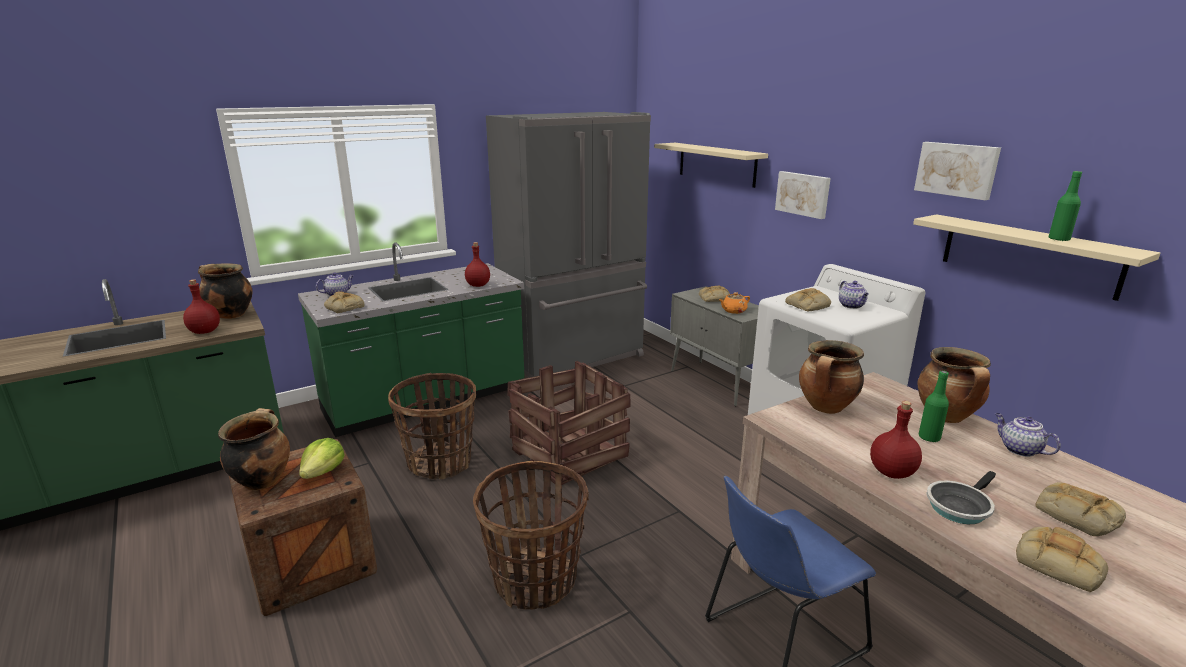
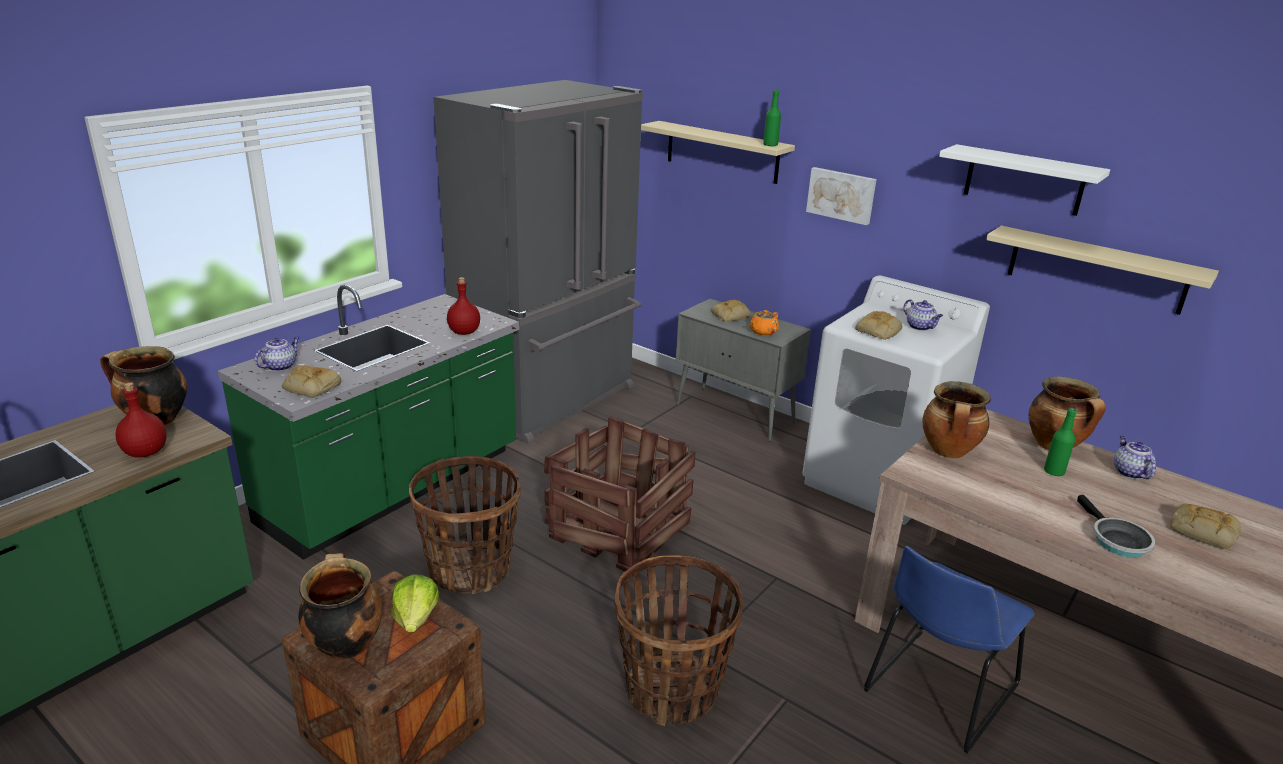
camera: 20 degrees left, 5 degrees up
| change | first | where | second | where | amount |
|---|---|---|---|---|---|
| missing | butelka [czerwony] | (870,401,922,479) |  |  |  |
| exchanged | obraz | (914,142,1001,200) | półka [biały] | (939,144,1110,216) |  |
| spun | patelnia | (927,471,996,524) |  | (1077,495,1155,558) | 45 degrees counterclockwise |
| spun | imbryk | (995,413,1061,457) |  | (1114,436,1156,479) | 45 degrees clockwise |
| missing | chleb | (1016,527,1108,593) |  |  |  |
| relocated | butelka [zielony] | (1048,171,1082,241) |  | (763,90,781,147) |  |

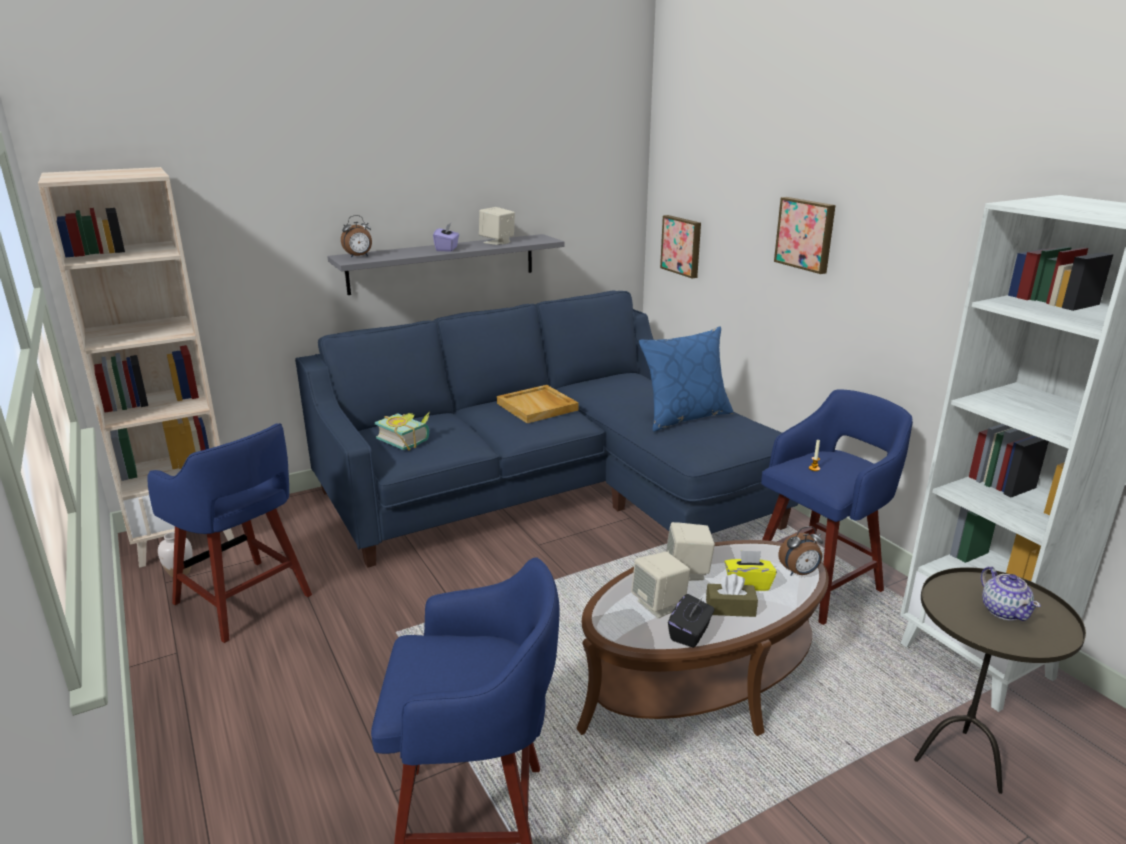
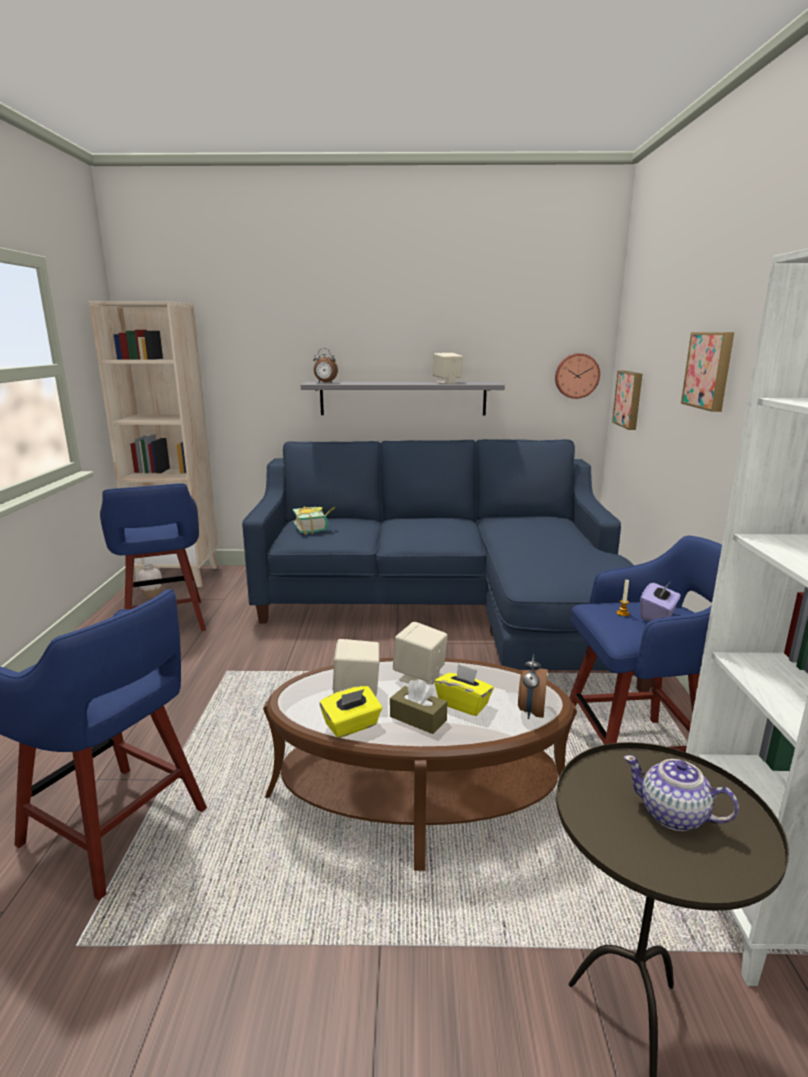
camera: 30 degrees right, 5 degrees down
| change | first | where | second | where | amount |
|---|---|---|---|---|---|
| relocated | pudełko chusteczek [fioletowy] | (433,223,459,251) |  | (640,580,681,621) |  |
| missing | taca [beżowy] | (497,385,579,423) |  |  |  |
| missing | poduszka [niebieski] | (639,326,734,432) |  |  |  |
| colour | pudełko chusteczek [czarny] | (668,594,715,648) | pudełko chusteczek [żółty] | (320,686,382,738) |  |
| spun | budzik | (779,526,823,576) |  | (518,653,548,719) | 90 degrees clockwise |
| spun | imbryk | (981,566,1041,621) |  | (624,755,739,831) | 105 degrees clockwise |
| appeared |  |  | zegar ścienny | (555,353,600,399) |  |

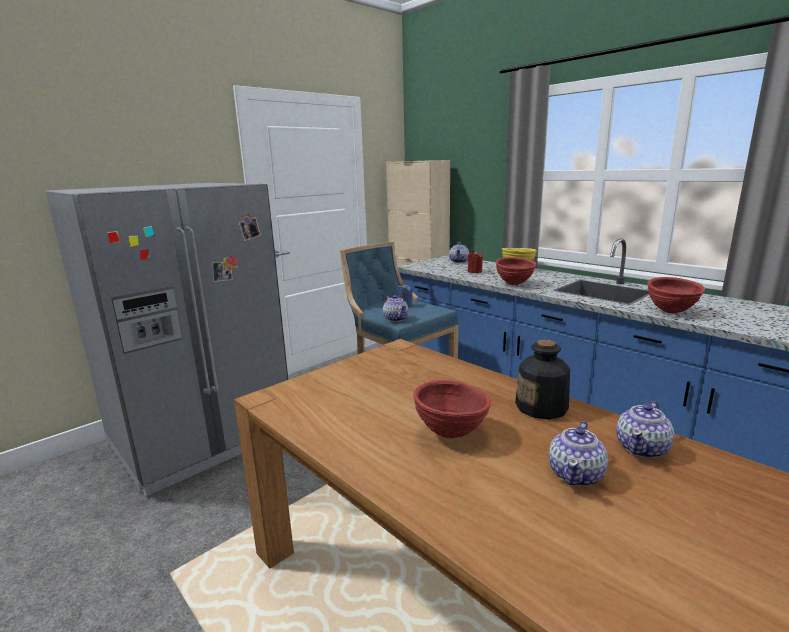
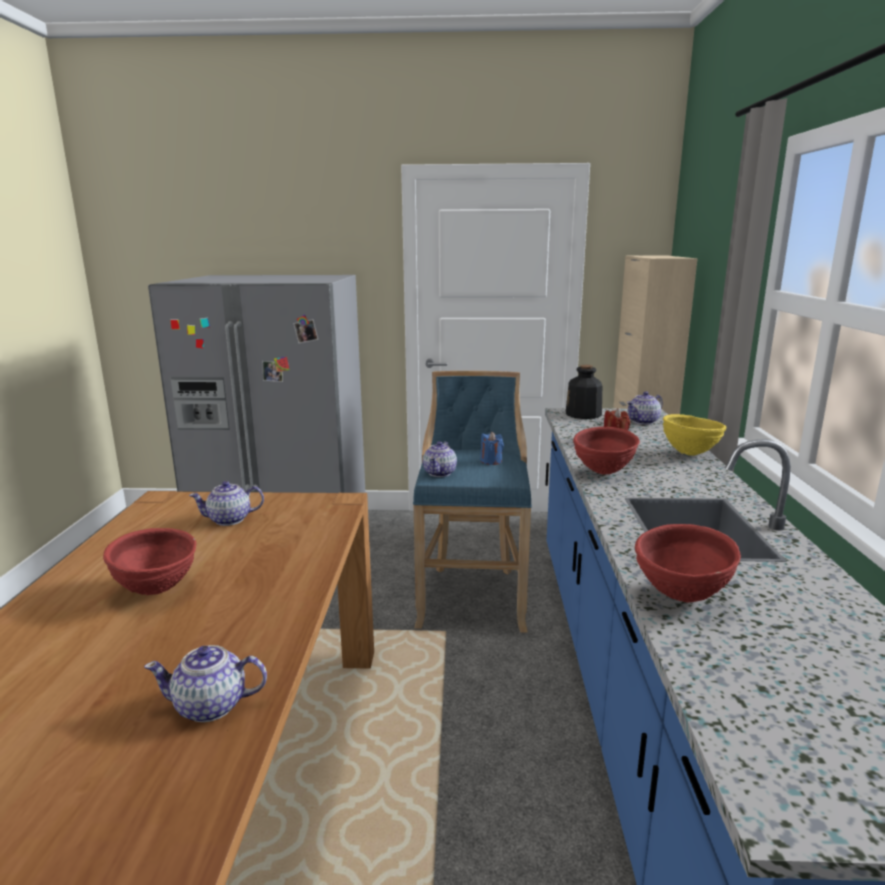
camera: 45 degrees right, 0 degrees up
| change | first | where | second | where | amount |
|---|---|---|---|---|---|
| relocated | butelka | (515,340,570,419) |  | (566,365,602,419) |  |
| relocated | imbryk | (549,421,608,486) |  | (189,481,264,526) |  |

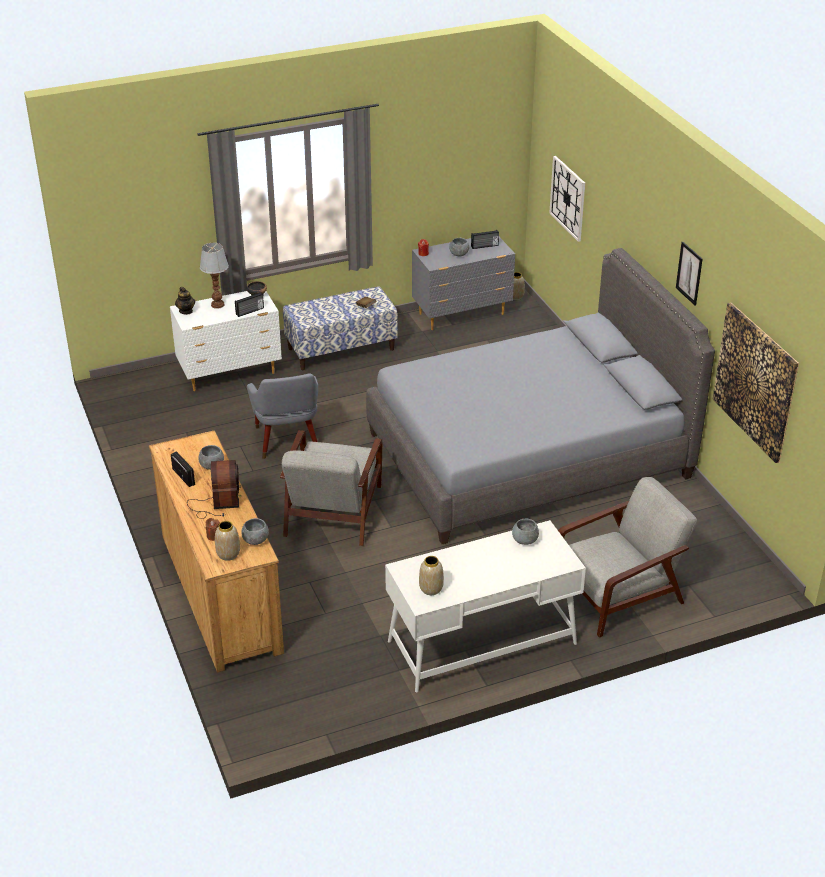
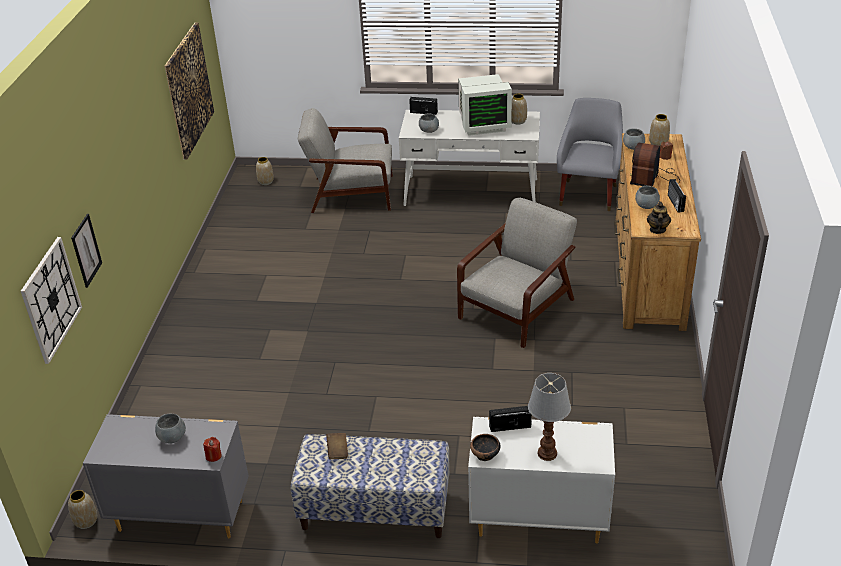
camera: 150 degrees left, 0 degrees up
| change | first | where | second | where | amount |
|---|---|---|---|---|---|
| relocated | imbryk | (175,287,195,315) |  | (647,201,671,234) |  |
| relocated | fotel [szary] | (247,373,318,459) |  | (557,98,623,211) |  |
| missing | łóżko [szary] | (366,248,715,544) |  |  |  |
| relocated | radio | (471,230,499,249) |  | (409,97,438,115) |  |
| relocated | obraz | (676,242,703,306) |  | (71,214,102,288) |  |
| appeared |  |  | wazon | (256,157,274,185) |  |
| appeared |  |  | monitor | (458,74,512,136) |  |

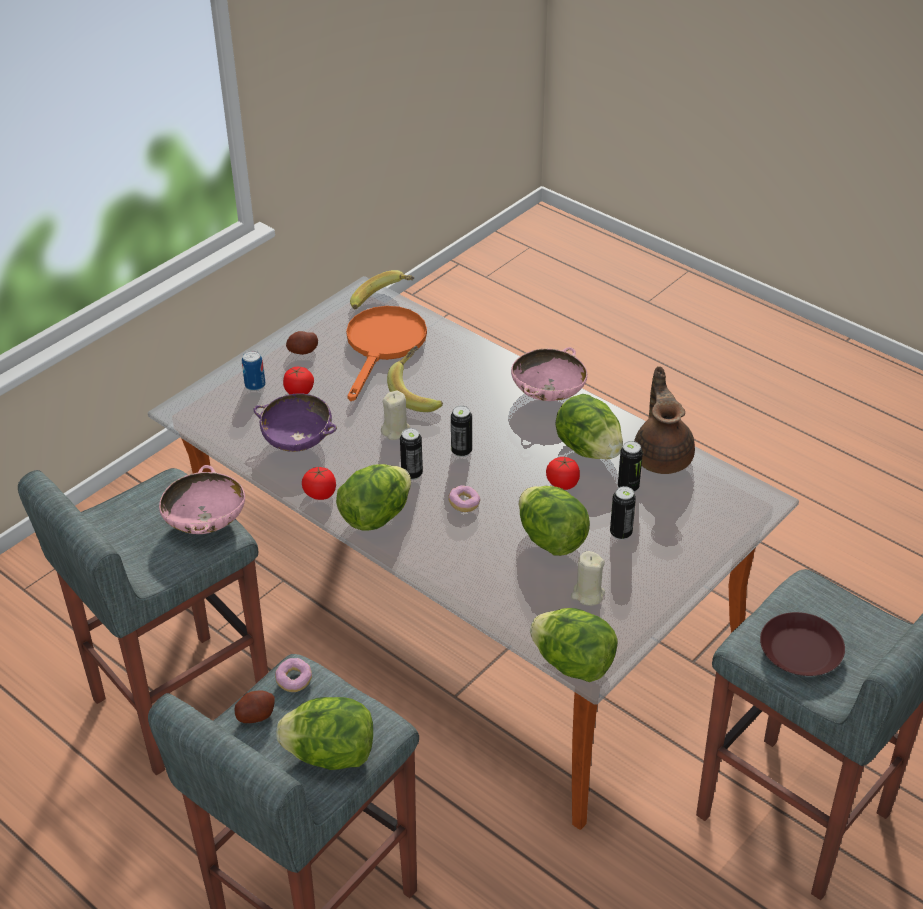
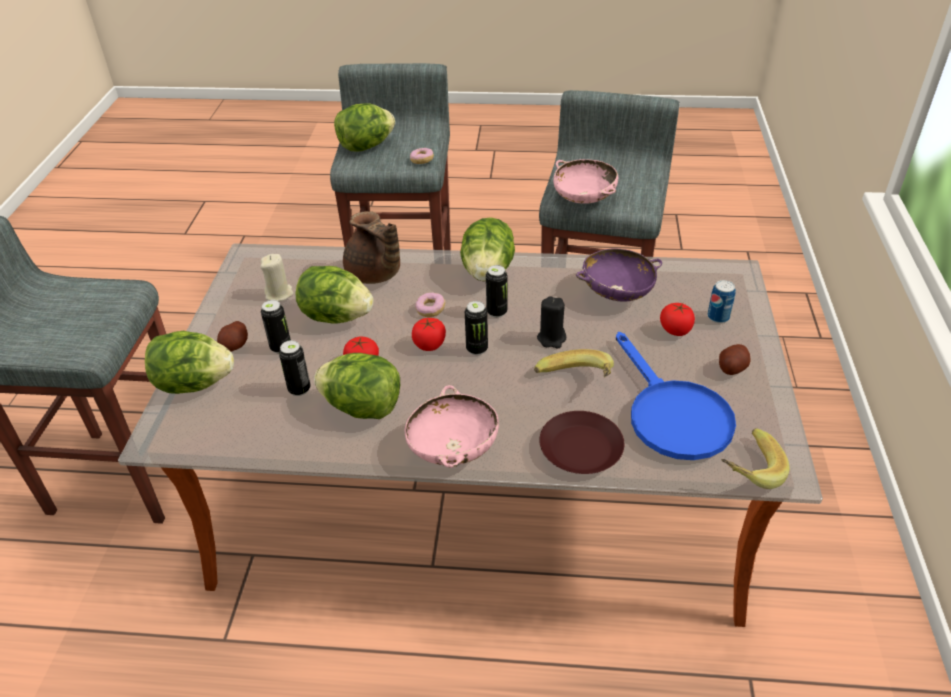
camera: 145 degrees right, 0 degrees up
| change | first | where | second | where | amount |
|---|---|---|---|---|---|
| relocated | ziemniak | (235,690,275,723) |  | (217,321,248,351) |  |
| relocated | pomidor | (302,467,336,500) |  | (412,318,446,351) |  |
| colour | patelnia [pomarańczowy] | (346,306,427,401) | patelnia [niebieski] | (616,332,736,460) |  |
| colour | świeca [beżowy] | (381,391,410,440) | świeca [czarny] | (537,297,566,348) |  |
| relocated | sałata | (530,608,618,682) |  | (145,331,234,394) |  |
| relocated | imbryk [brązowy] | (634,366,695,474) |  | (343,211,400,284) |  |
| relocated | talerz [brązowy] | (760,612,845,676) |  | (539,411,624,474) |  |

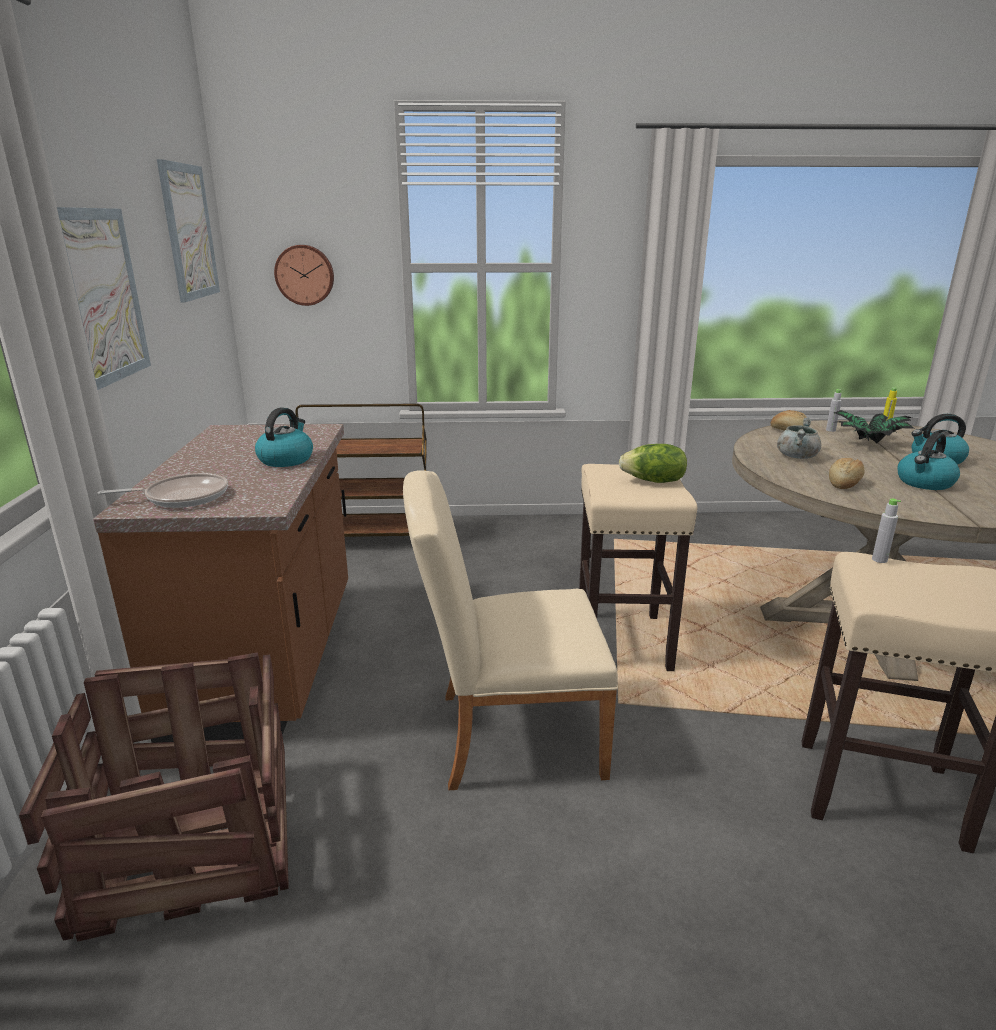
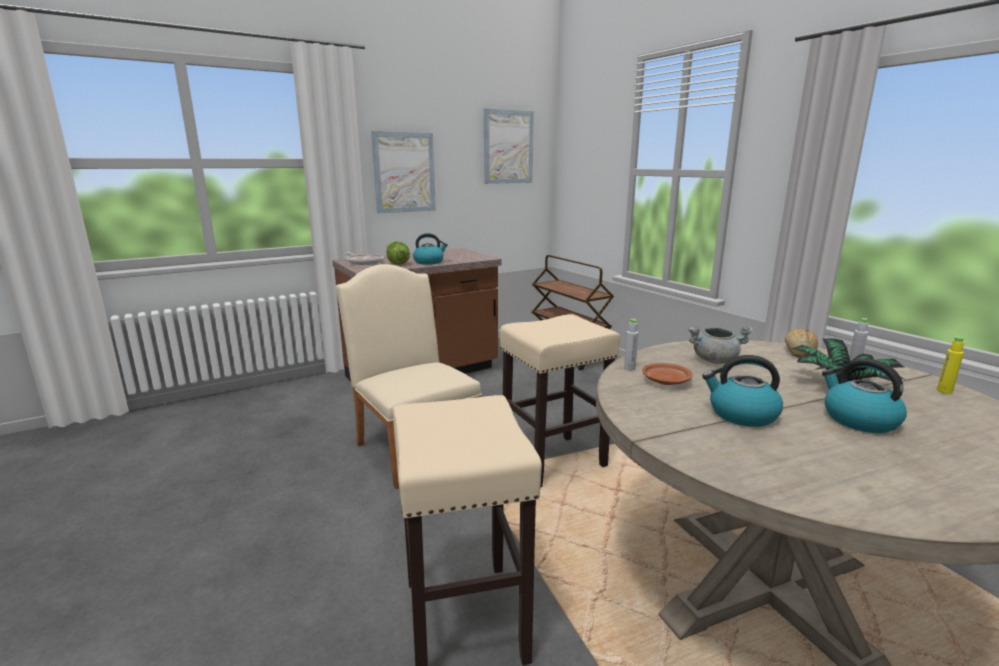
camera: 60 degrees right, 5 degrees down
| change | first | where | second | where | amount |
|---|---|---|---|---|---|
| missing | skrzynka | (19,652,289,942) |  |  |  |
| missing | zegar ścienny | (274,245,334,306) |  |  |  |
| relocated | sałata | (619,444,687,483) |  | (387,241,410,265) |  |
| exchanged | chleb | (829,458,865,489) | talerz [brązowy] | (642,363,693,385) |  |
| relocated | butelka [szary] | (872,499,901,563) |  | (624,319,638,370) |  |

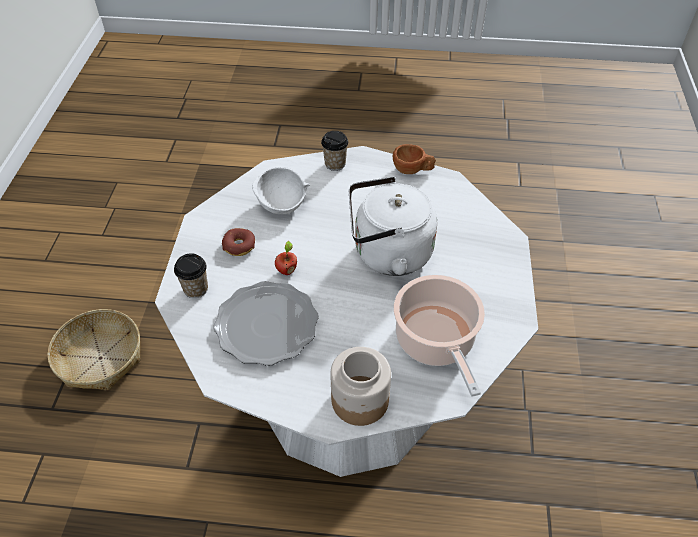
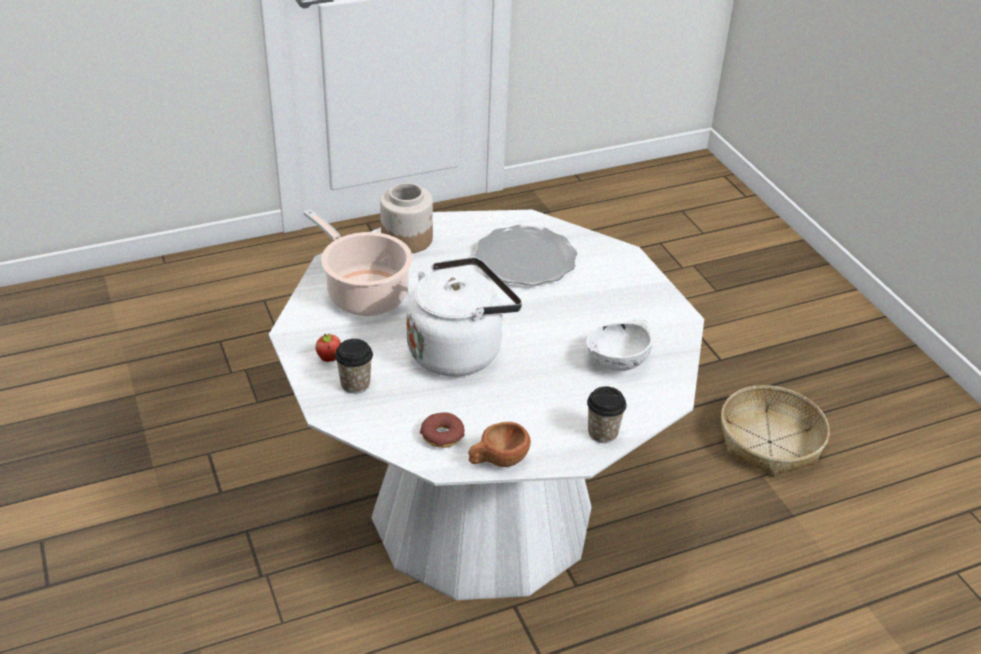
camera: 150 degrees right, 10 degrees down
| change | first | where | second | where | amount |
|---|---|---|---|---|---|
| relocated | filiżanka | (174,253,208,298) |  | (335,339,373,394) |  |
| relocated | donut | (222,228,255,256) |  | (420,412,465,448) |  |
| relocated | jabłko | (275,241,297,275) |  | (315,333,341,362) |  |

